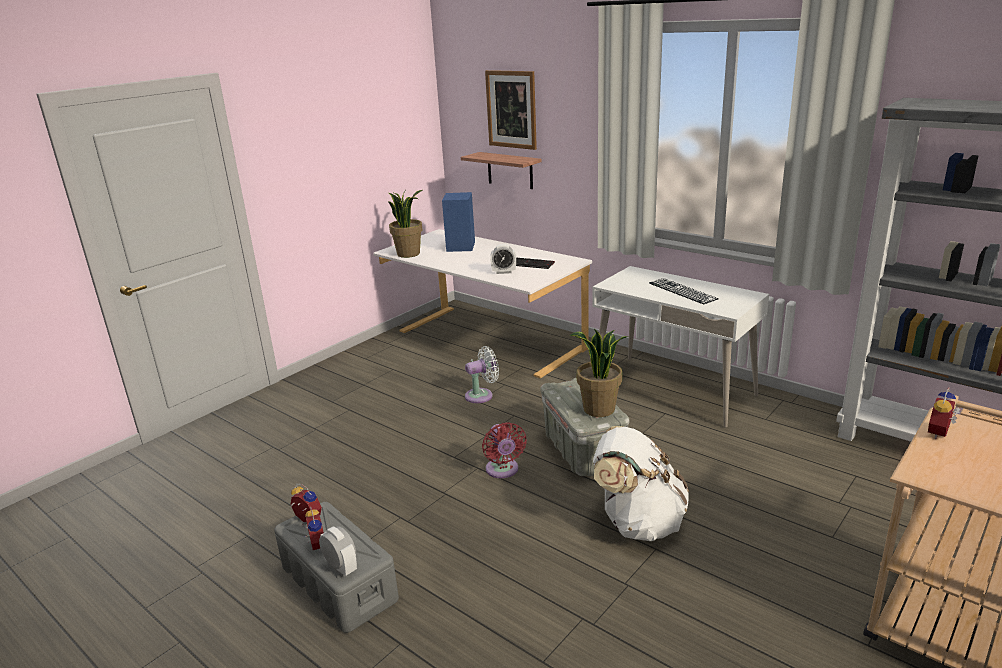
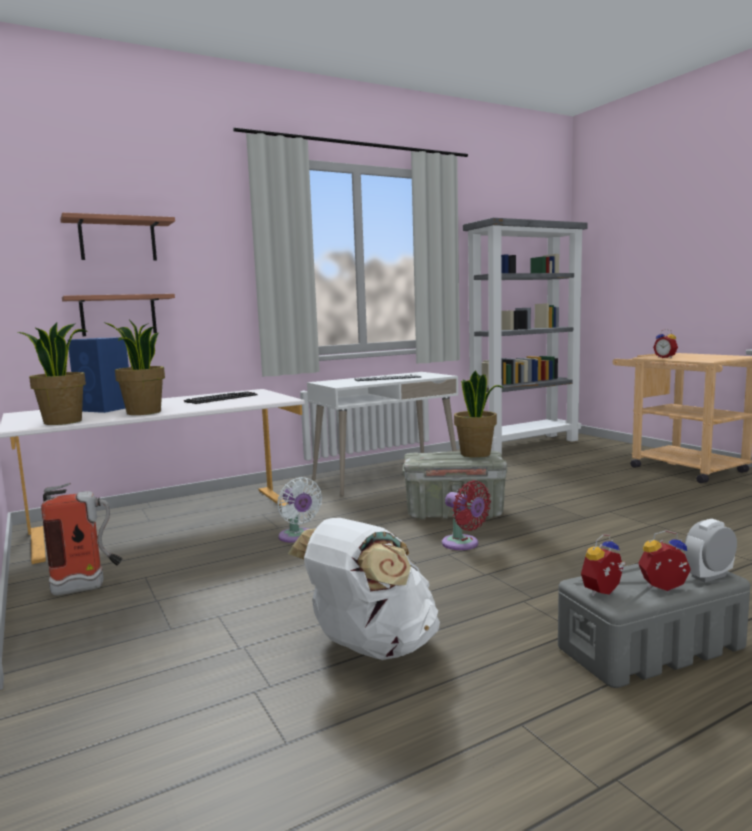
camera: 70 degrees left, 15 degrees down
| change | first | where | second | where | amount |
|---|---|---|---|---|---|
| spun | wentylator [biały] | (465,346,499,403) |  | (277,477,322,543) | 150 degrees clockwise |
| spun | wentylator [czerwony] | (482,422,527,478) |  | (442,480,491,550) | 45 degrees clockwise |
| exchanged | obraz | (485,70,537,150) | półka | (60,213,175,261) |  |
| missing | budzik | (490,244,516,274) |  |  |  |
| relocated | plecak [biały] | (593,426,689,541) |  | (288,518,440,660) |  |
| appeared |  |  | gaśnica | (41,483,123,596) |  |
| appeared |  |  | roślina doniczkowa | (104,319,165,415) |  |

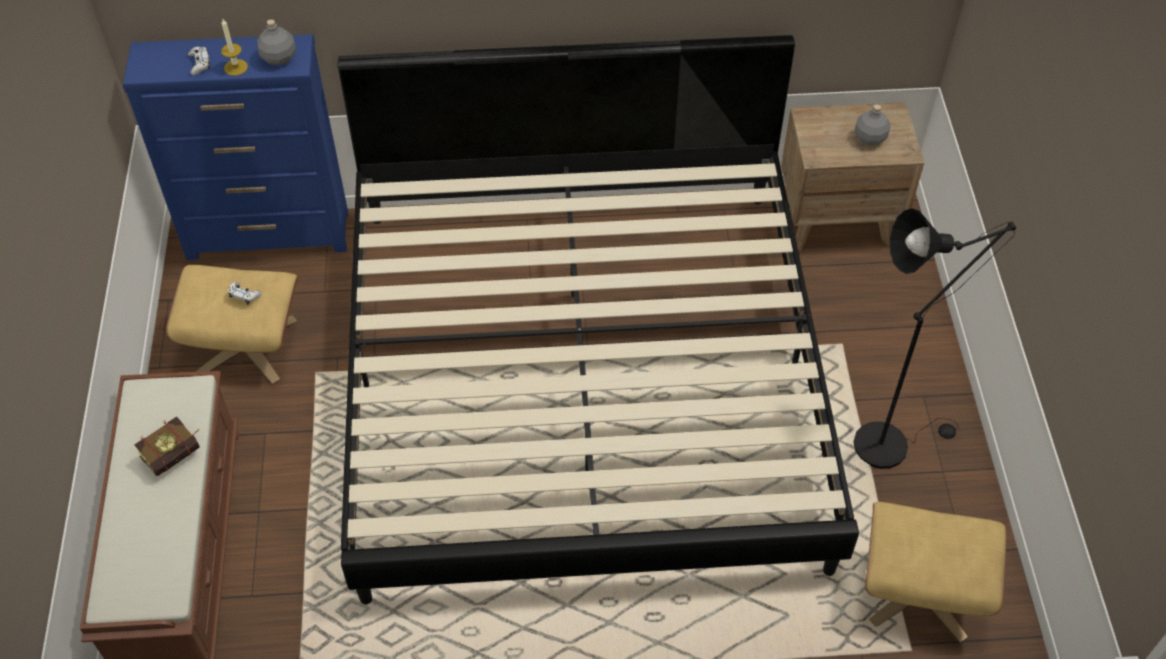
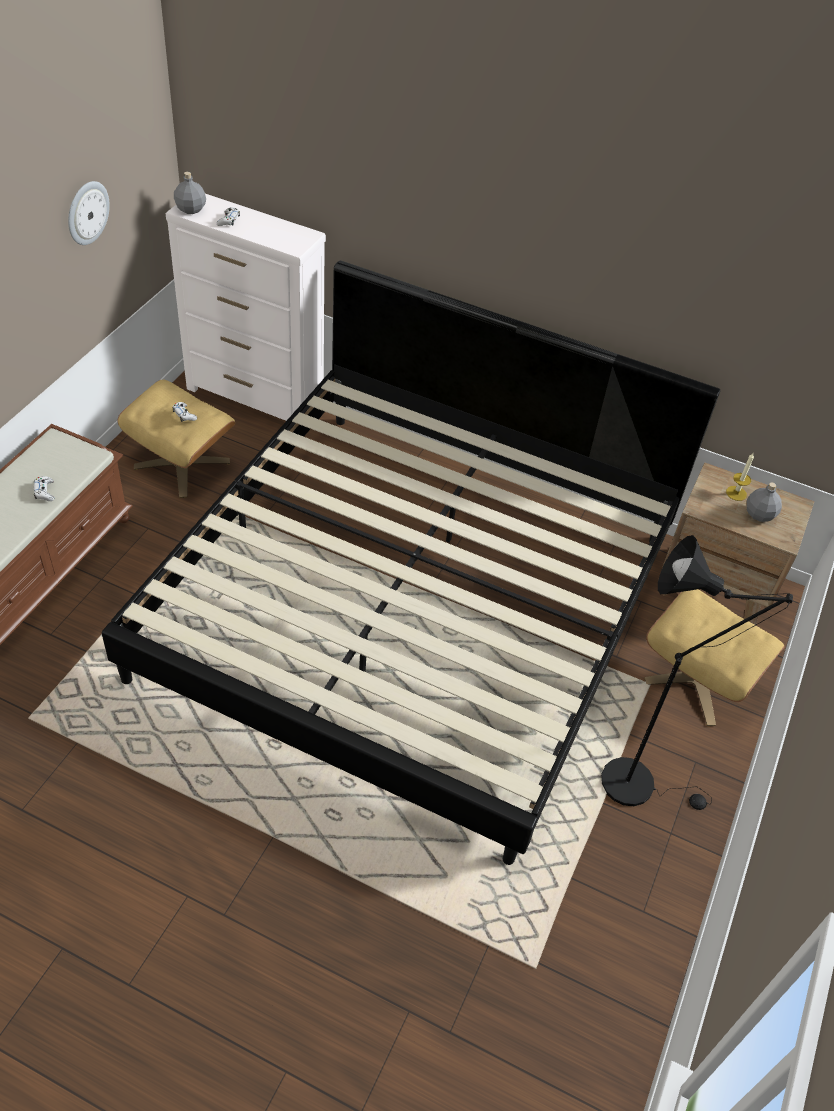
camera: 25 degrees right, 5 degrees down
| change | first | where | second | where | amount |
|---|---|---|---|---|---|
| colour | komoda [niebieski] | (123,34,348,260) | komoda [biały] | (166,194,326,421) |  |
| exchanged | książka | (134,416,200,476) | pad do gier [biały] | (34,476,54,501) |  |
| relocated | świeca | (221,19,248,76) |  | (726,453,754,501) |  |
| relocated | butelka [szary] | (257,19,296,65) |  | (174,172,206,214) |  |
| relocated | pufa [beżowy] | (865,502,1006,643) |  | (644,589,785,726) |  |
| appeared |  |  | zegar ścienny | (68,181,110,245) |  |

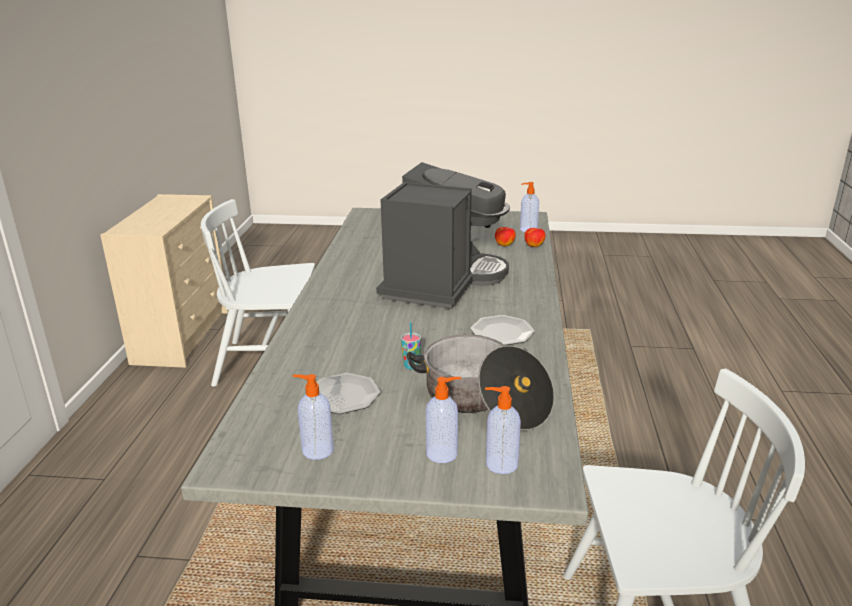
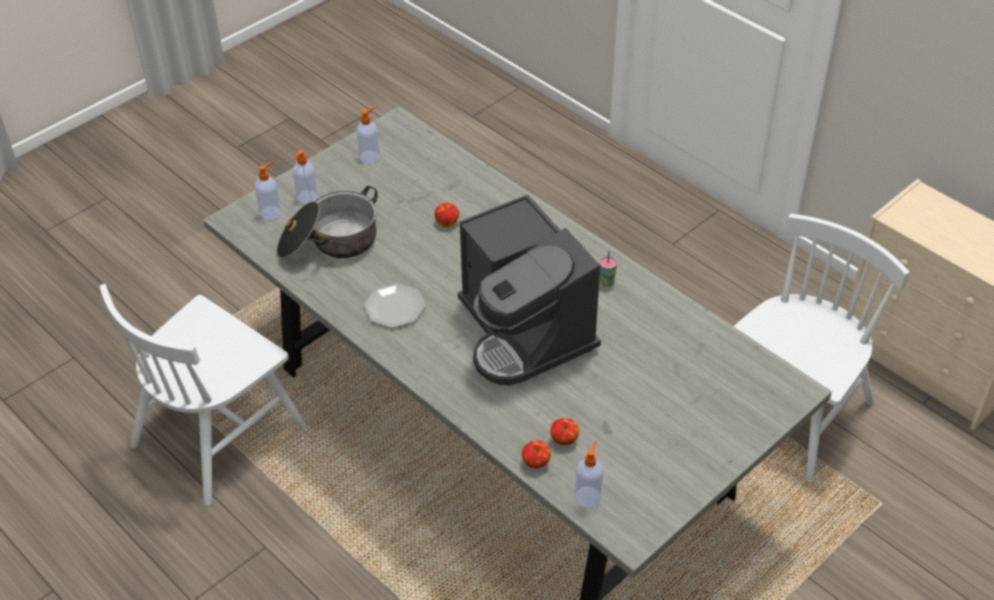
camera: 130 degrees right, 20 degrees up
| change | first | where | second | where | amount |
|---|---|---|---|---|---|
| missing | talerz | (317,373,380,414) |  |  |  |
| relocated | filiżanka | (401,322,421,369) |  | (599,251,617,287) |  |
| appeared |  |  | jabłko | (435,203,459,227) |  |

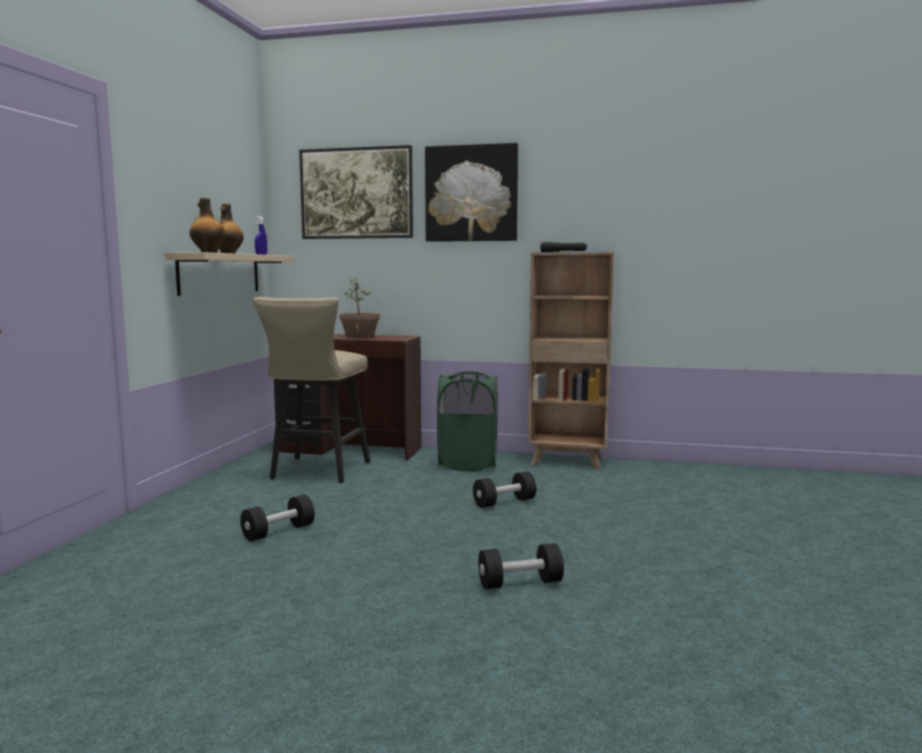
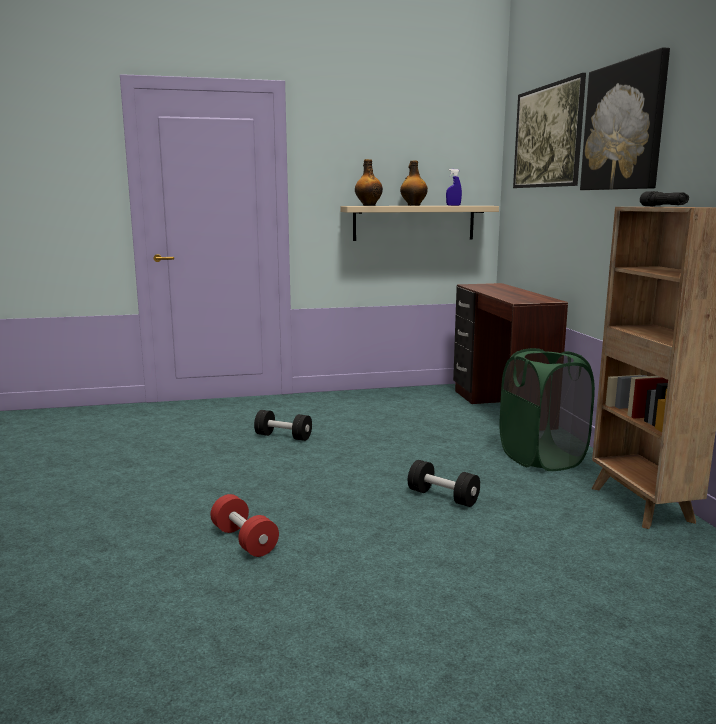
camera: 65 degrees right, 5 degrees up
| change | first | where | second | where | amount |
|---|---|---|---|---|---|
| missing | stołek [beżowy] | (253,297,371,483) |  |  |  |
| missing | roślina doniczkowa | (339,277,380,339) |  |  |  |
| colour | hantel [czarny] | (478,543,564,589) | hantel [czerwony] | (211,494,279,557) |  |

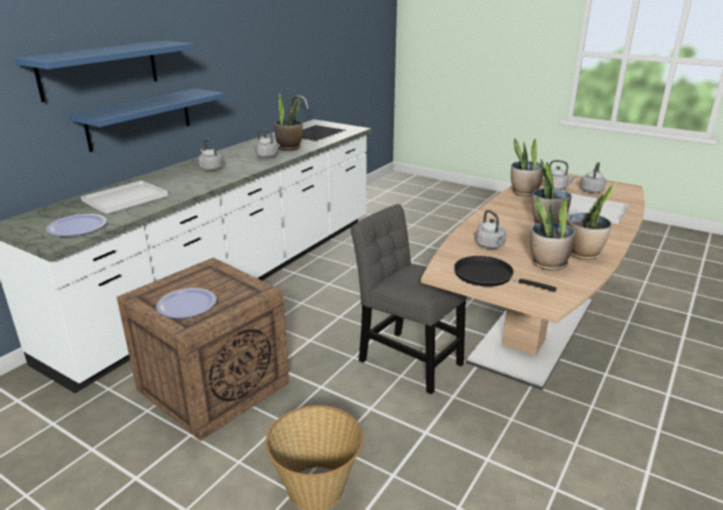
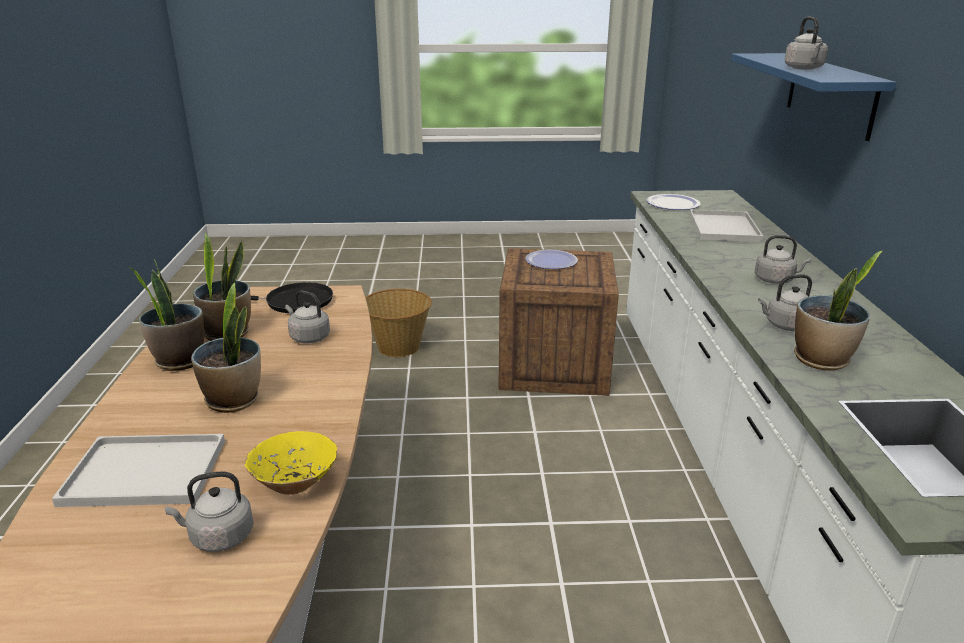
camera: 145 degrees right, 0 degrees up
| change | first | where | second | where | amount |
|---|---|---|---|---|---|
| missing | półka [niebieski] | (67,89,225,152) |  |  |  |
| missing | krzesło [szary] | (351,204,467,394) |  |  |  |
| exchanged | roślina doniczkowa | (511,138,543,196) | miska [żółty] | (245,431,337,495) |  |
| relocated | czajnik [szary] | (580,162,606,193) |  | (785,17,828,70) |  |

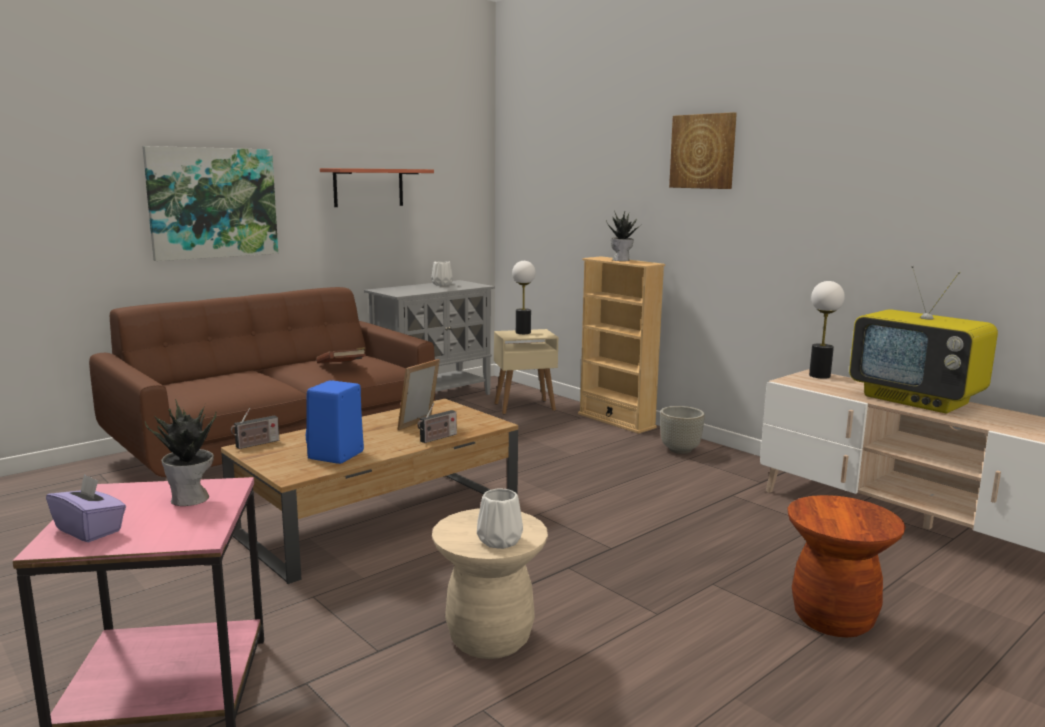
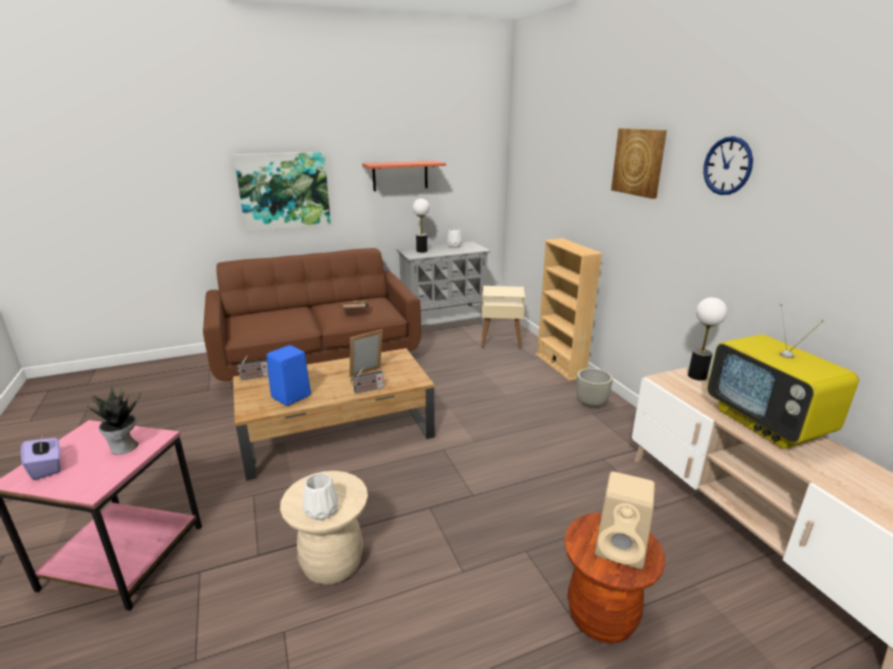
camera: 20 degrees right, 10 degrees up
| change | first | where | second | where | amount |
|---|---|---|---|---|---|
| relocated | lampa stołowa | (512,261,536,334) |  | (413,199,430,253) |  |
| missing | roślina doniczkowa | (606,211,641,261) |  |  |  |
| appeared |  |  | głośnik [beżowy] | (595,472,655,569) |  |
| appeared |  |  | zegar ścienny | (703,136,753,195) |  |

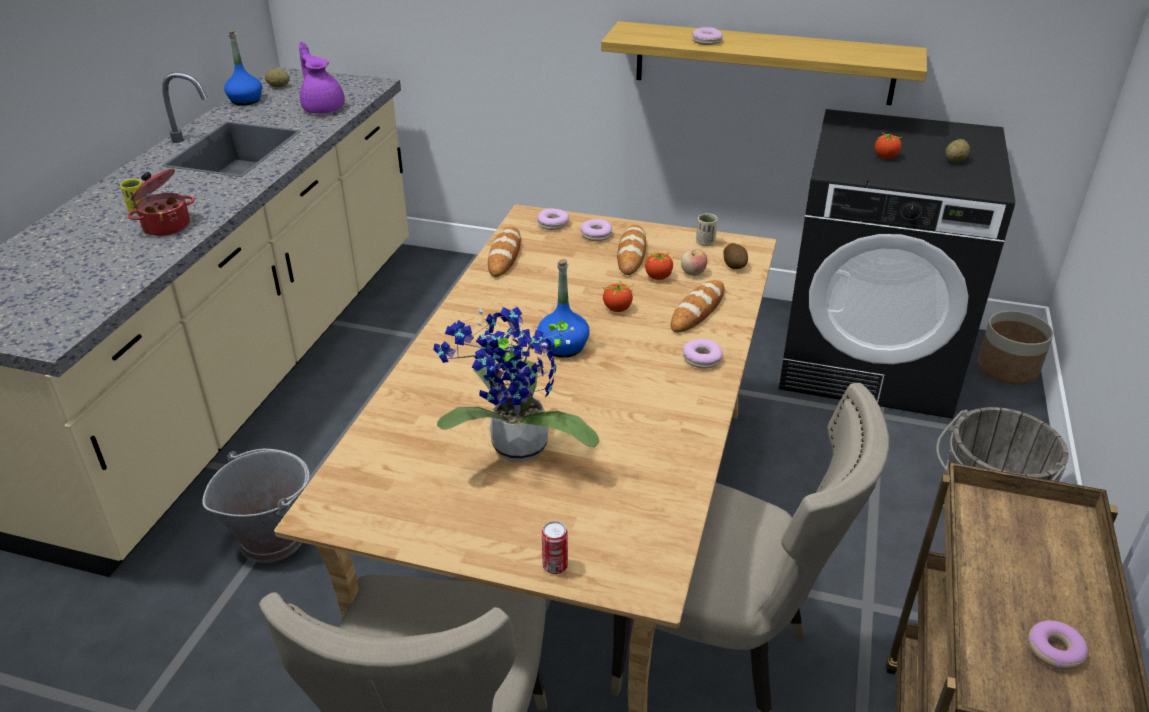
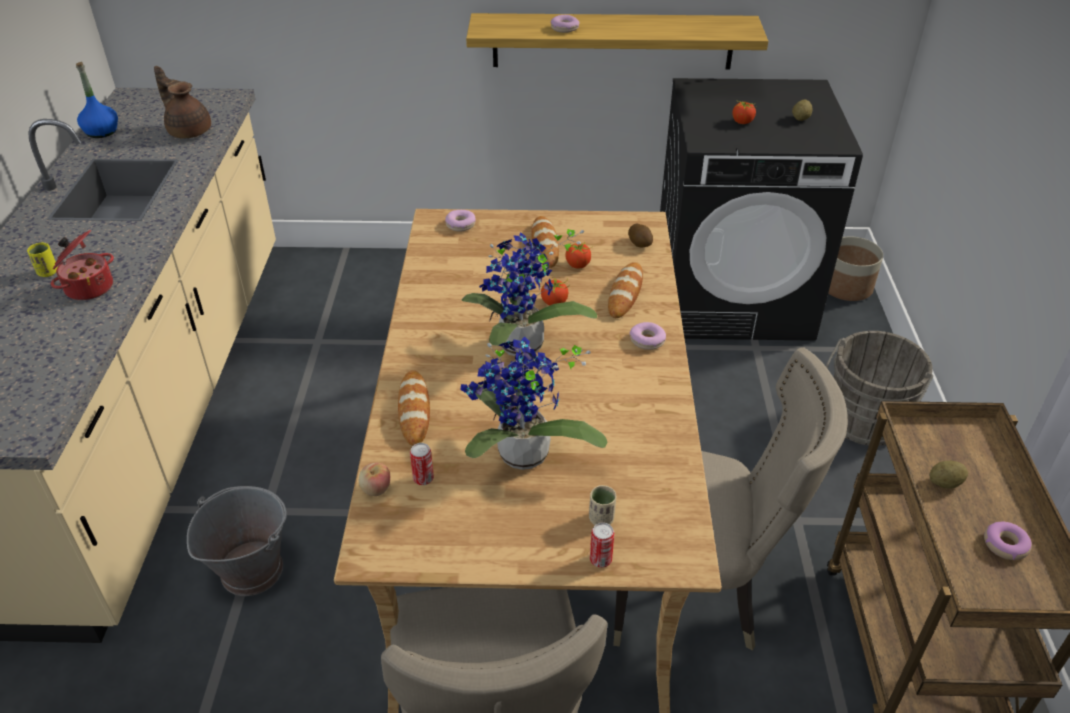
camera: 15 degrees left, 5 degrees up
| change | first | where | second | where | amount |
|---|---|---|---|---|---|
| relocated | ziemniak | (265,69,290,87) |  | (930,461,968,489) |  |
| colour | imbryk [fioletowy] | (299,42,345,114) | imbryk [brązowy] | (154,66,211,139) |  |
| relocated | chleb | (488,226,521,277) |  | (398,370,430,446) |  |
| exchanged | butelka [niebieski] | (537,259,590,358) | roślina doniczkowa | (462,229,597,356) |  |
| missing | donut | (581,219,612,241) |  |  |  |
| relocated | jabłko | (681,249,707,276) |  | (359,463,390,496) |  |
| relocated | filiżanka [beżowy] | (696,213,718,246) |  | (589,485,616,525) |  |
| appeared |  |  | puszka | (410,443,434,485) |  |

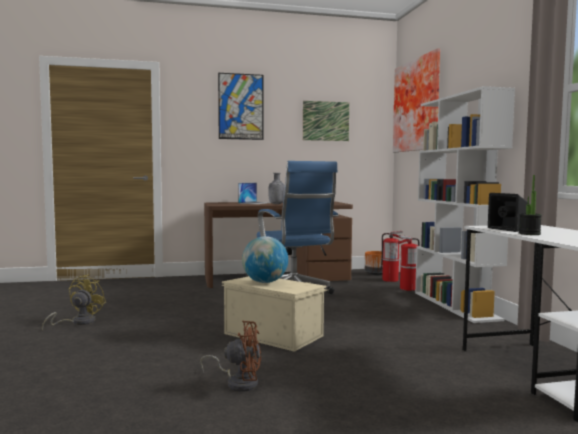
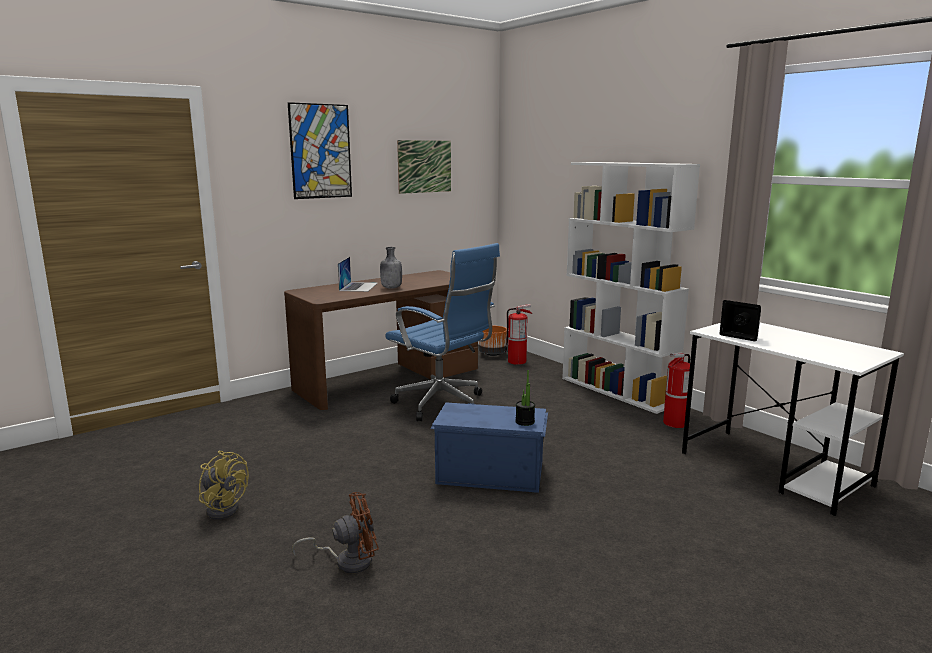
camera: 25 degrees left, 10 degrees up
| change | first | where | second | where | amount |
|---|---|---|---|---|---|
| spun | wentylator [żółty] | (42,275,106,330) |  | (199,451,249,520) | 135 degrees clockwise |
| relocated | wentylator [brązowy] | (200,321,261,392) |  | (292,492,379,573) |  |
| colour | pojemnik do przechowywania [beżowy] | (221,276,328,352) | pojemnik do przechowywania [niebieski] | (430,402,548,493) |  |
| missing | globus | (242,236,288,283) |  |  |  |
| missing | obraz | (393,48,440,152) |  |  |  |
| relocated | gaśnica | (397,235,420,291) |  | (663,353,690,428) |  |
| relocated | roślina doniczkowa | (519,175,542,235) |  | (515,370,535,426) |  |

